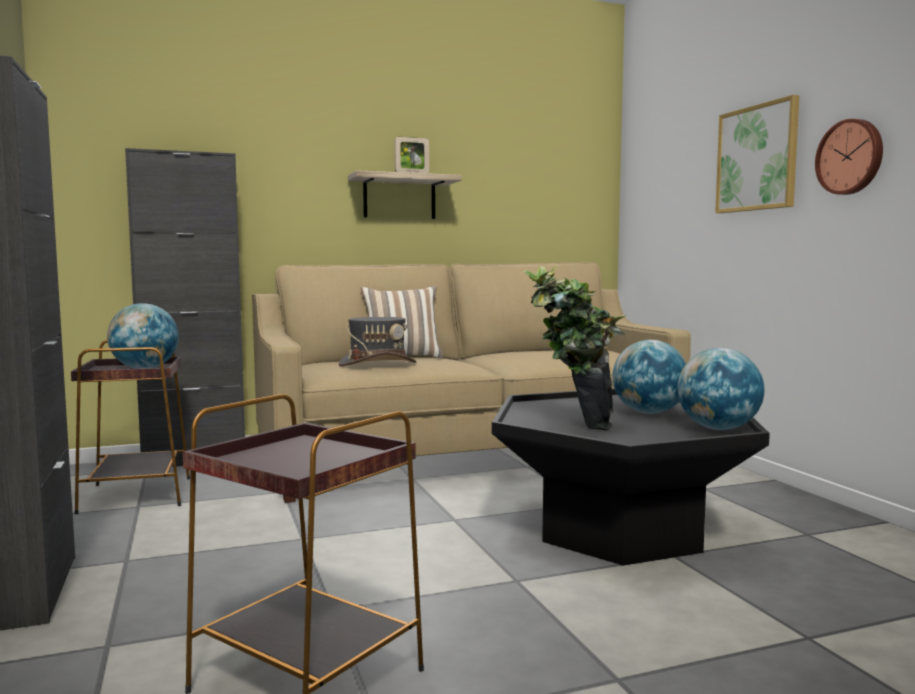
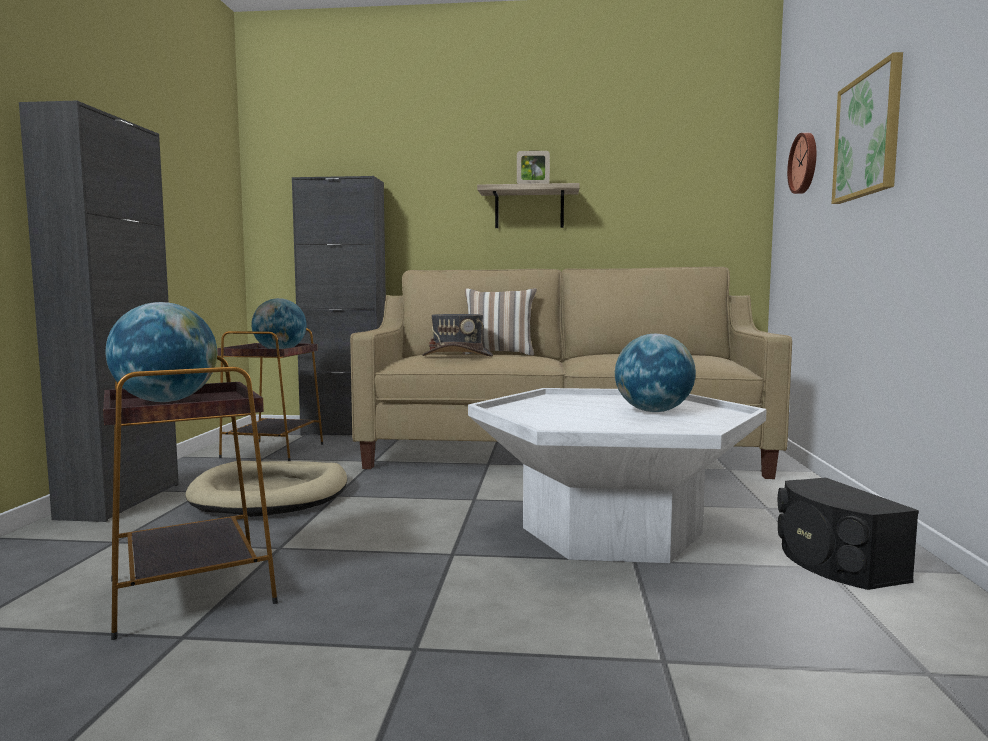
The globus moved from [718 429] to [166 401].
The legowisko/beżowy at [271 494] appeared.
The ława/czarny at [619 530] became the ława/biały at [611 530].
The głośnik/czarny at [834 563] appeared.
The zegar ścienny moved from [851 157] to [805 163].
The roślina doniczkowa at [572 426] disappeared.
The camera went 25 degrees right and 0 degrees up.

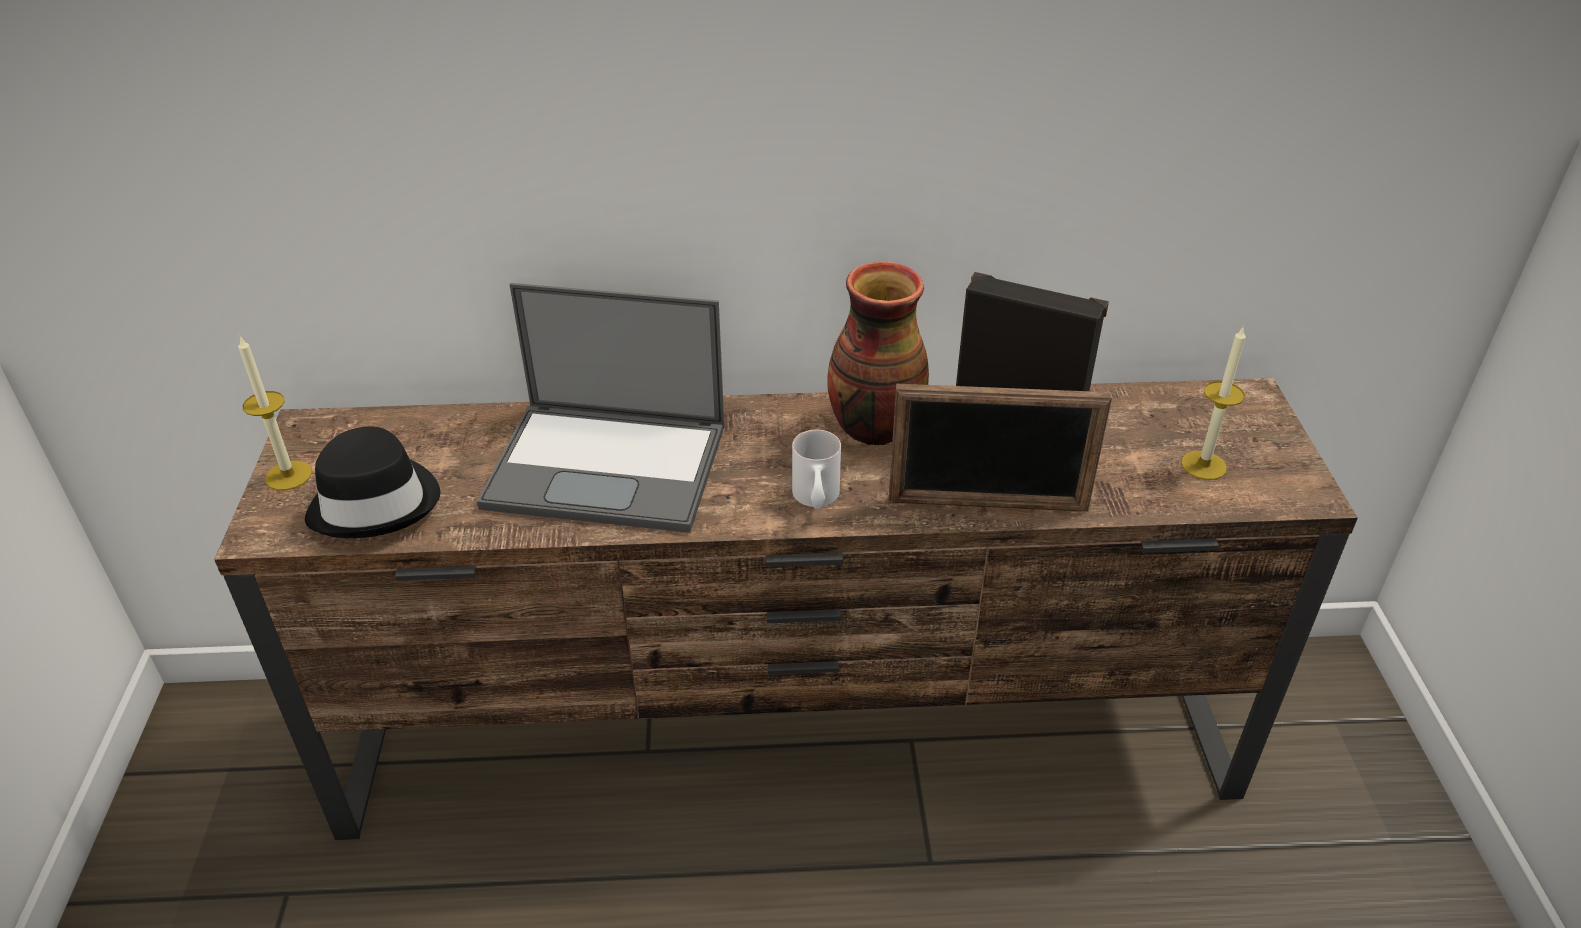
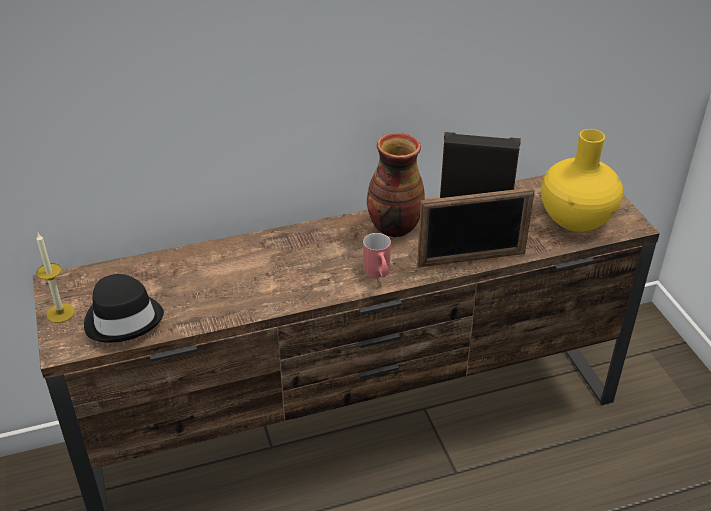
The kubek/biały at [816 500] became the kubek/czerwony at [378 273].
The świeca at [1203 465] was replaced by the wazon/żółty at [575 218].
The laptop at [610 466] disappeared.
The camera went 15 degrees left and 0 degrees up.

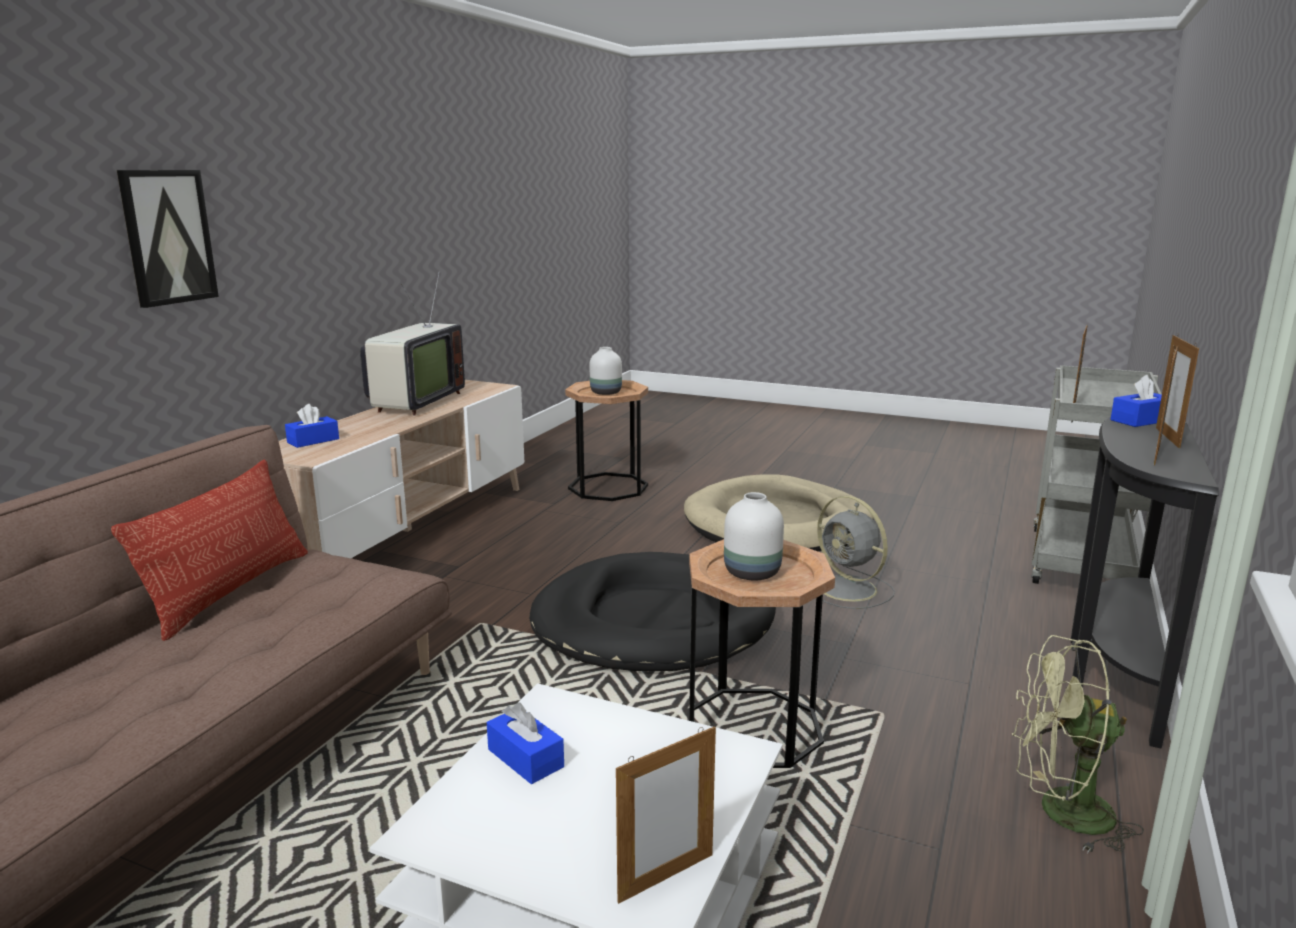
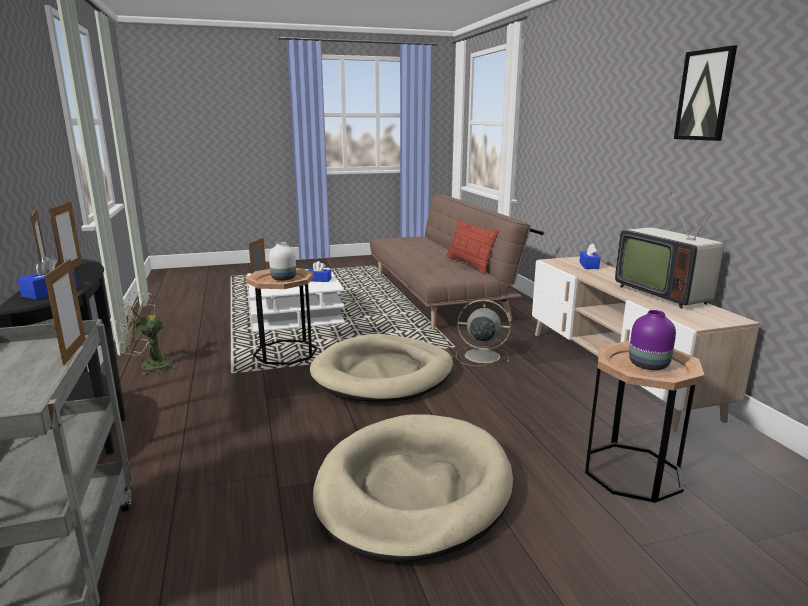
The wentylator/zielony at [1061 813] turned 150 degrees counterclockwise.
The legowisko/czarny at [652 621] became the legowisko/beżowy at [383 374].
The wentylator/szary moved from [849 590] to [480 356].
The wazon/biały at [606 392] became the wazon/fioletowy at [649 365].
The obraz moved from [167 237] to [705 95].
The camera went 140 degrees right and 0 degrees up.

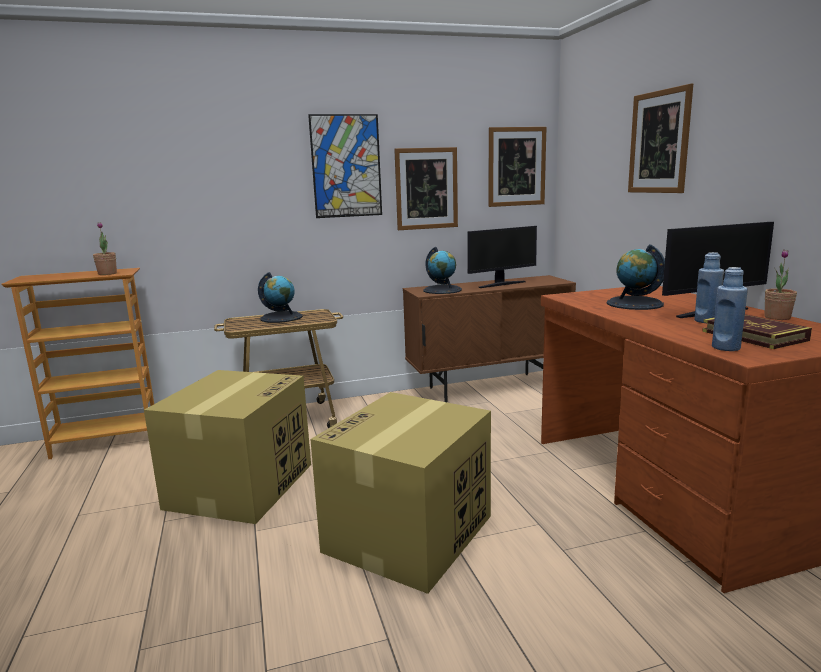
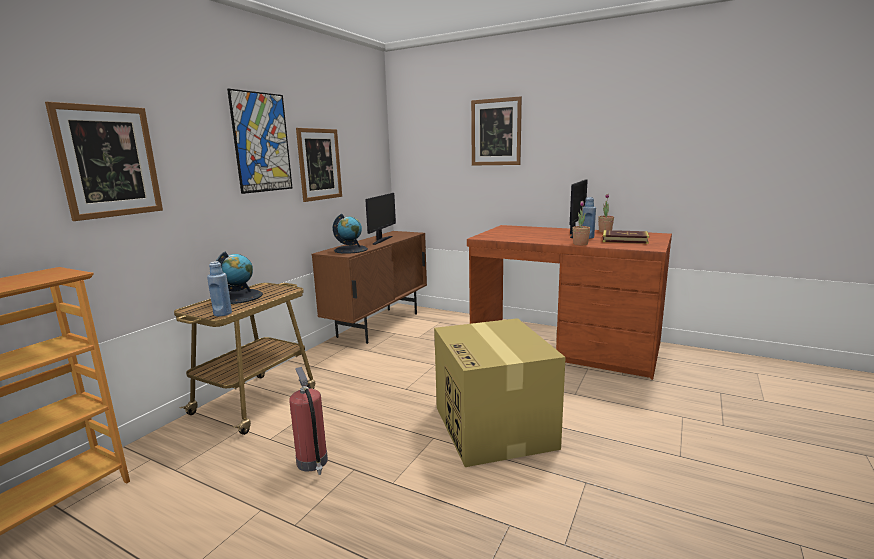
The obraz moved from [516 167] to [109 161].
The butelka/niebieski moved from [725 348] to [222 314].
The karton at [241 485] was replaced by the gaśnica at [312 462].
The roślina doniczkowa moved from [107 274] to [580 244].
The globus at [634 303] disappeared.
The camera went 45 degrees left and 0 degrees up.

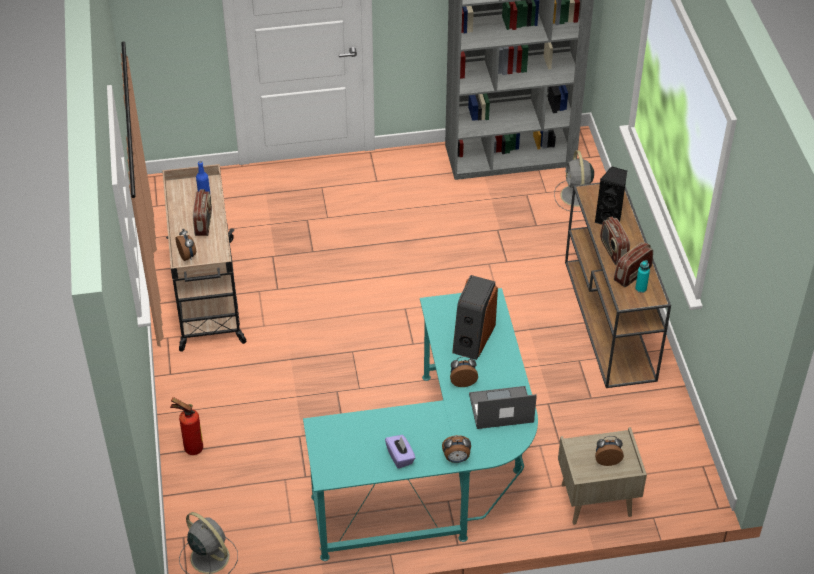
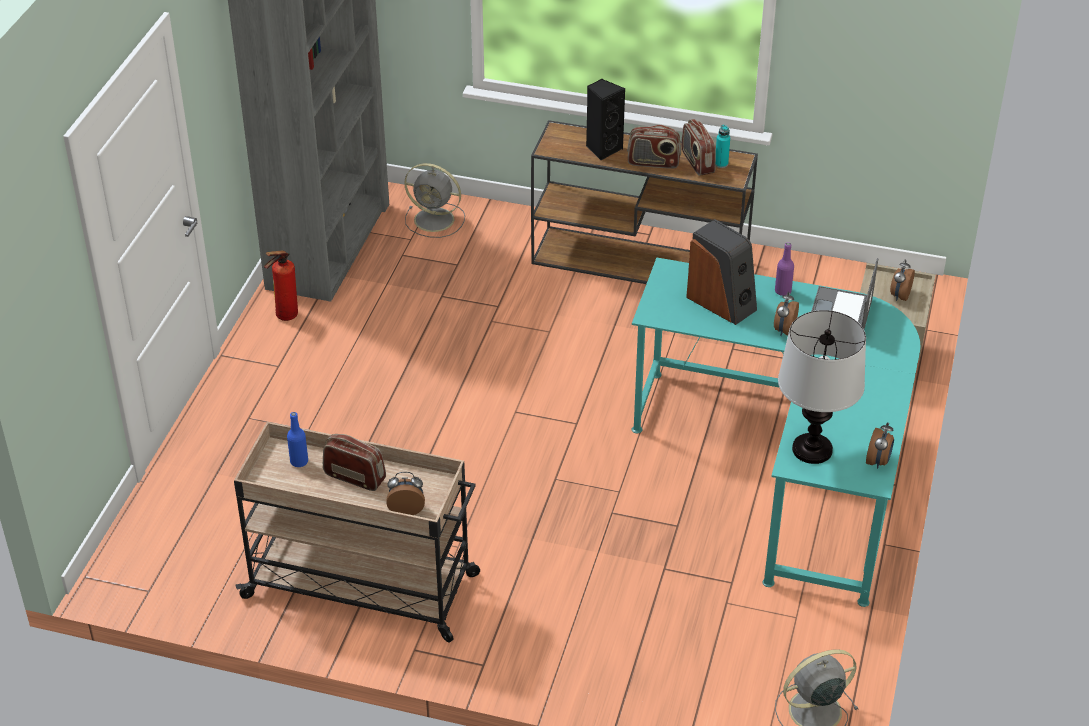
The gaśnica moved from [191 448] to [284 316].
The butelka/fioletowy at [783 291] appeared.
The lampa stołowa at [812 449] appeared.
The budzik moved from [456 459] to [878 461].
The pudełko chusteczek/fioletowy at [400 457] disappeared.
The camera went 65 degrees left and 5 degrees down.

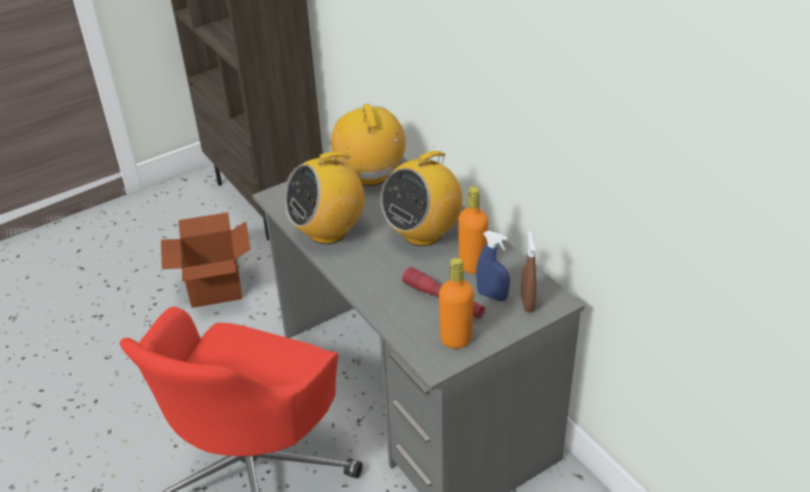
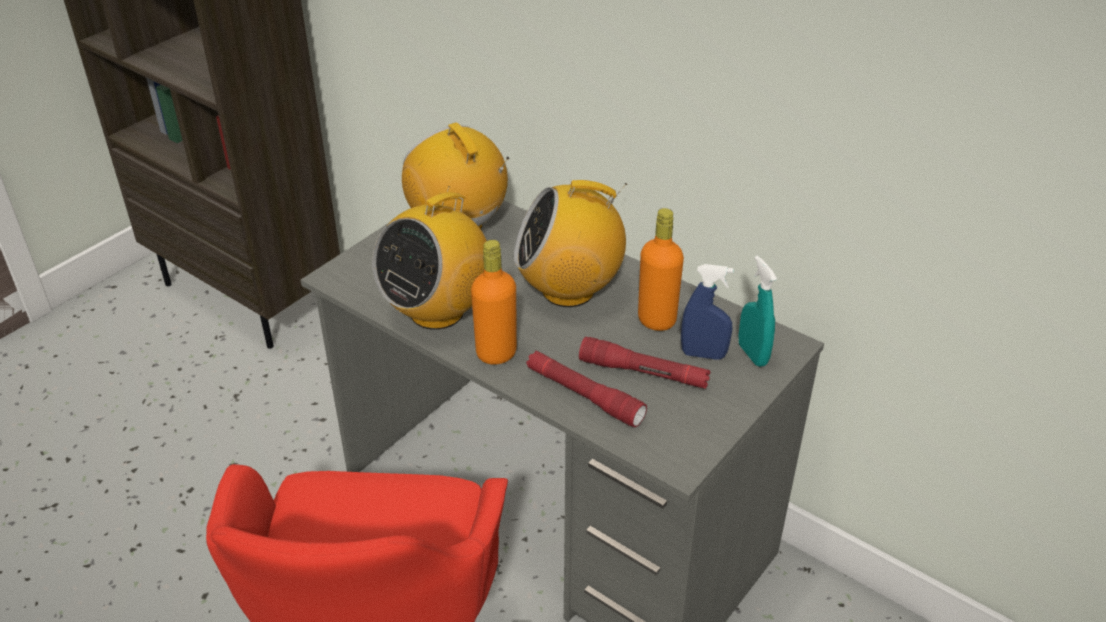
The butelka/pomarańczowy moved from [456 339] to [496 353].
The radio at [422 233] turned 60 degrees clockwise.
The latarka/czerwony at [584 395] appeared.
The spryskiwacz/brązowy at [527 302] became the spryskiwacz/turkusowy at [752 354].
The karton at [215 287] disappeared.
The camera went 20 degrees left and 0 degrees up.

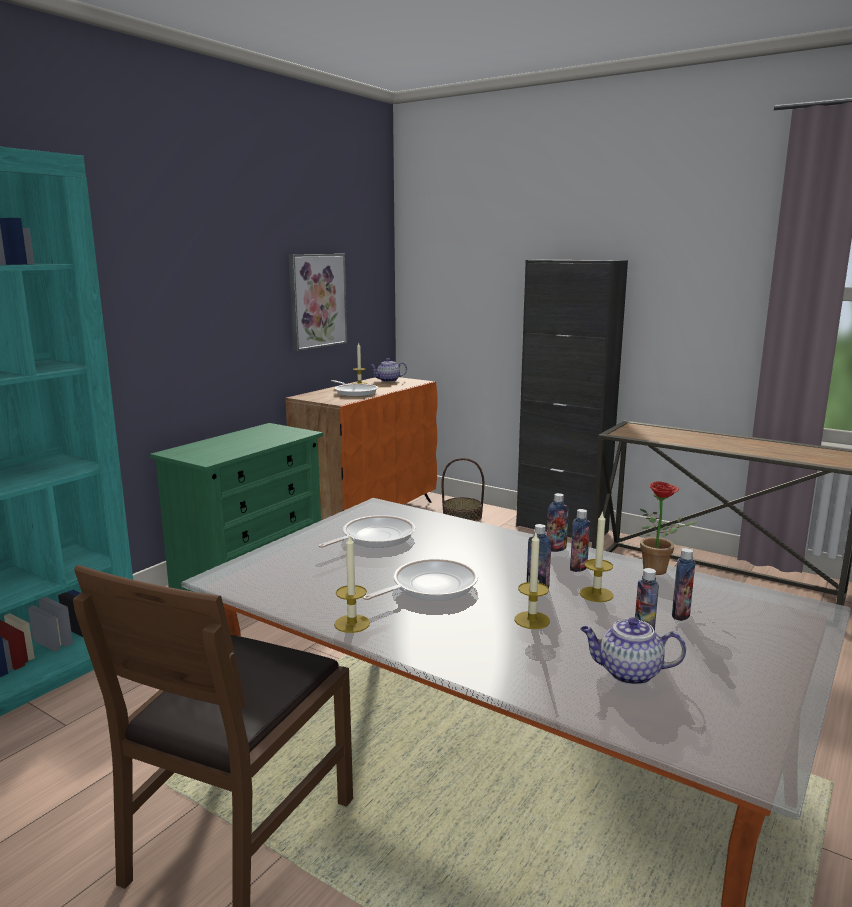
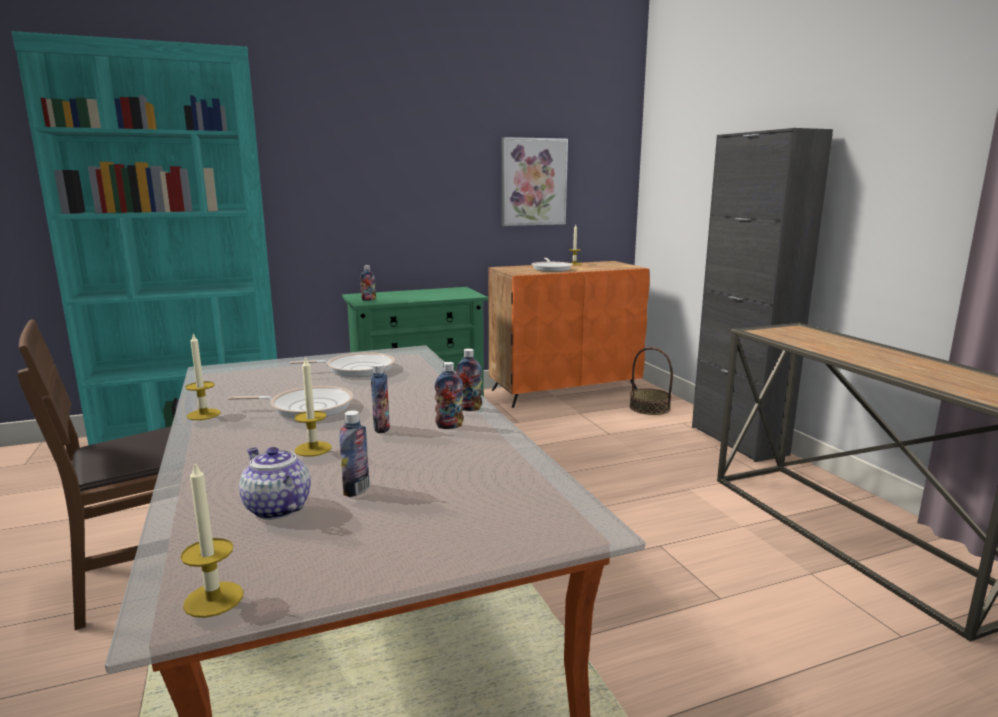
The świeca moved from [596 594] to [213 599].
The butelka moved from [680 615] to [368 300].
The imbryk at [388 380] disappeared.
The roślina doniczkowa at [660 571] disappeared.
The camera went 35 degrees right and 0 degrees up.

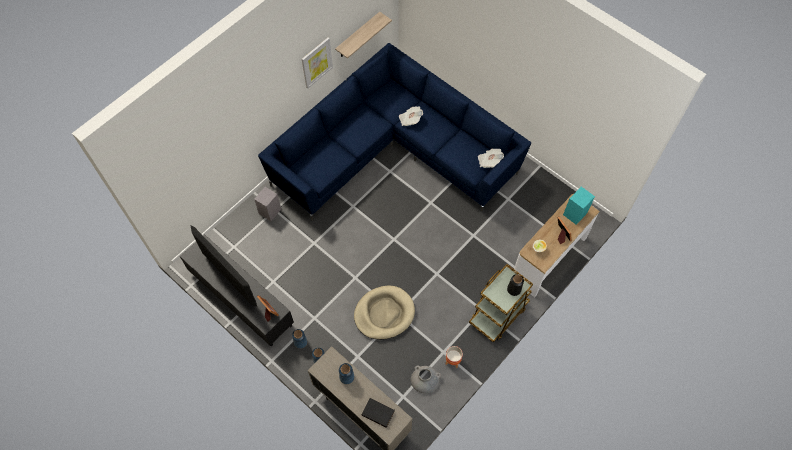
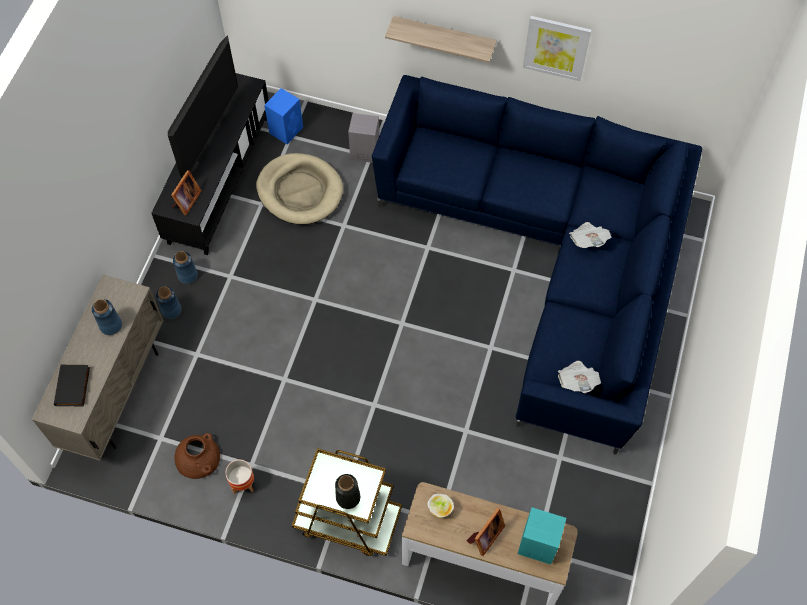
The wazon/szary at [425 379] became the wazon/brązowy at [197 457].
The legowisko/beżowy moved from [384 313] to [300 191].
The głośnik/niebieski at [286 130] appeared.
The półka moved from [358 36] to [444 38].
The camera went 65 degrees right and 0 degrees up.

